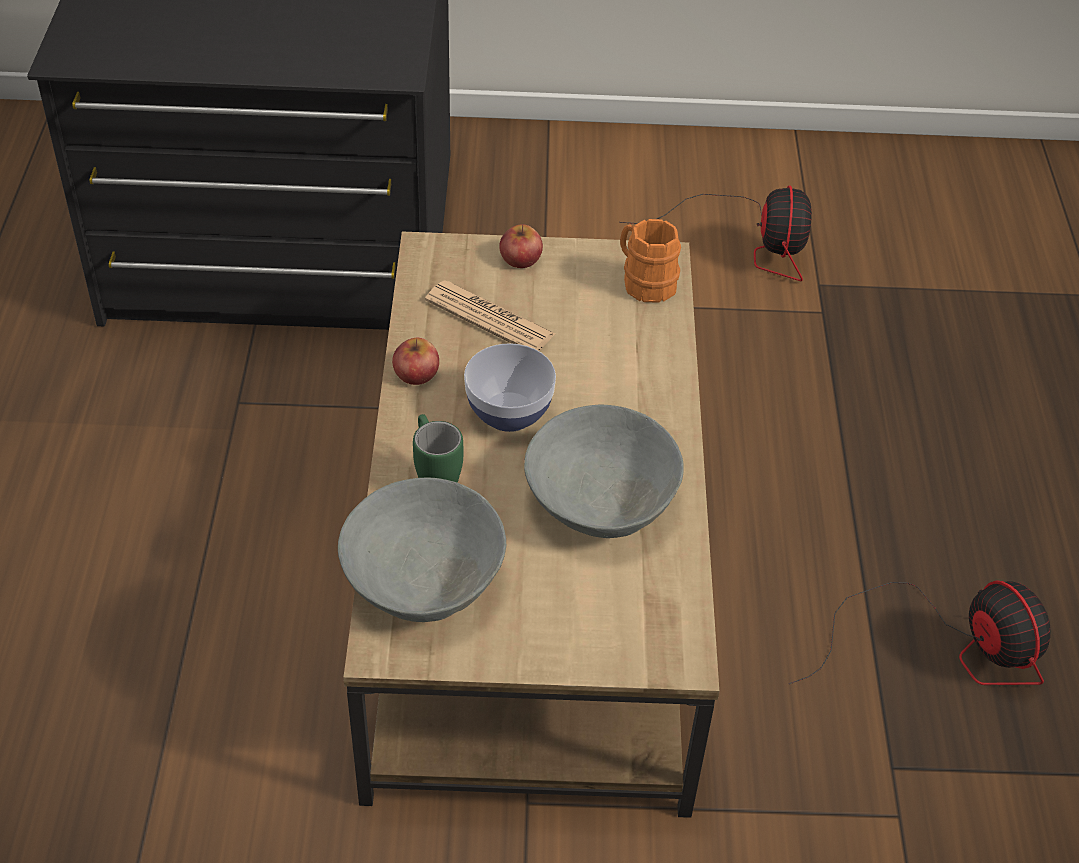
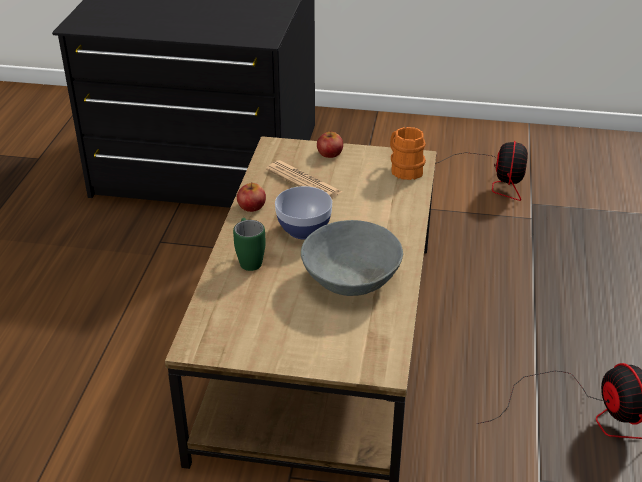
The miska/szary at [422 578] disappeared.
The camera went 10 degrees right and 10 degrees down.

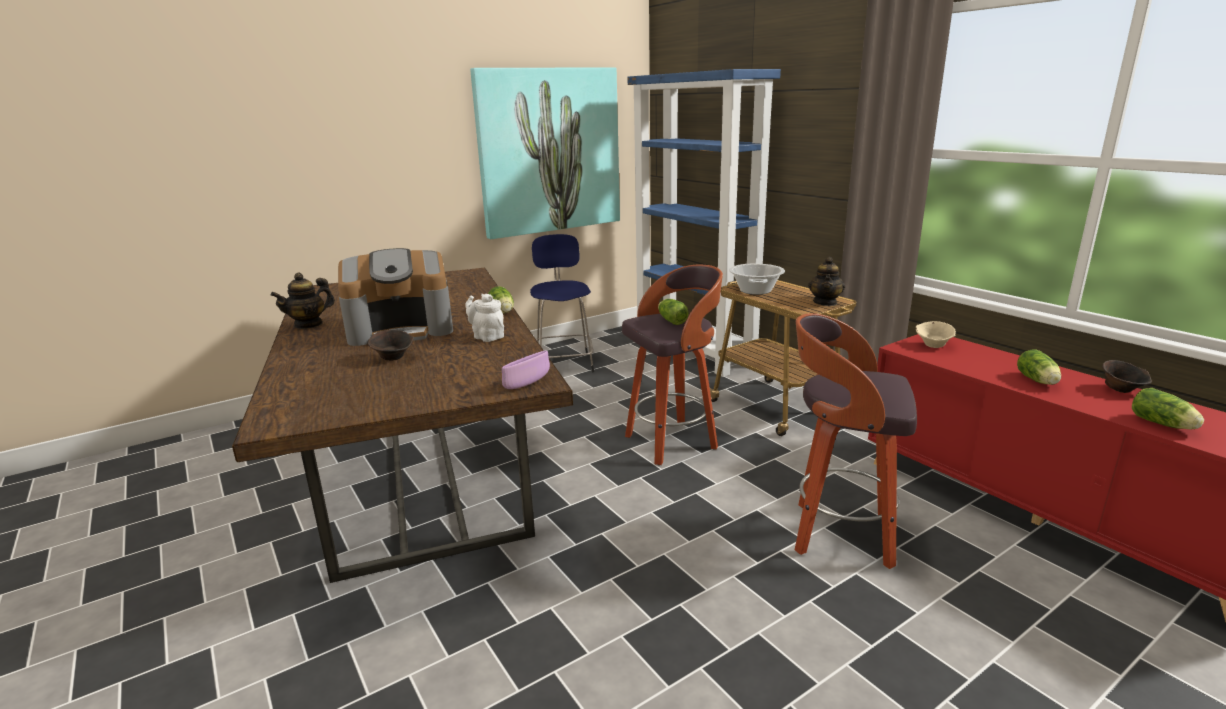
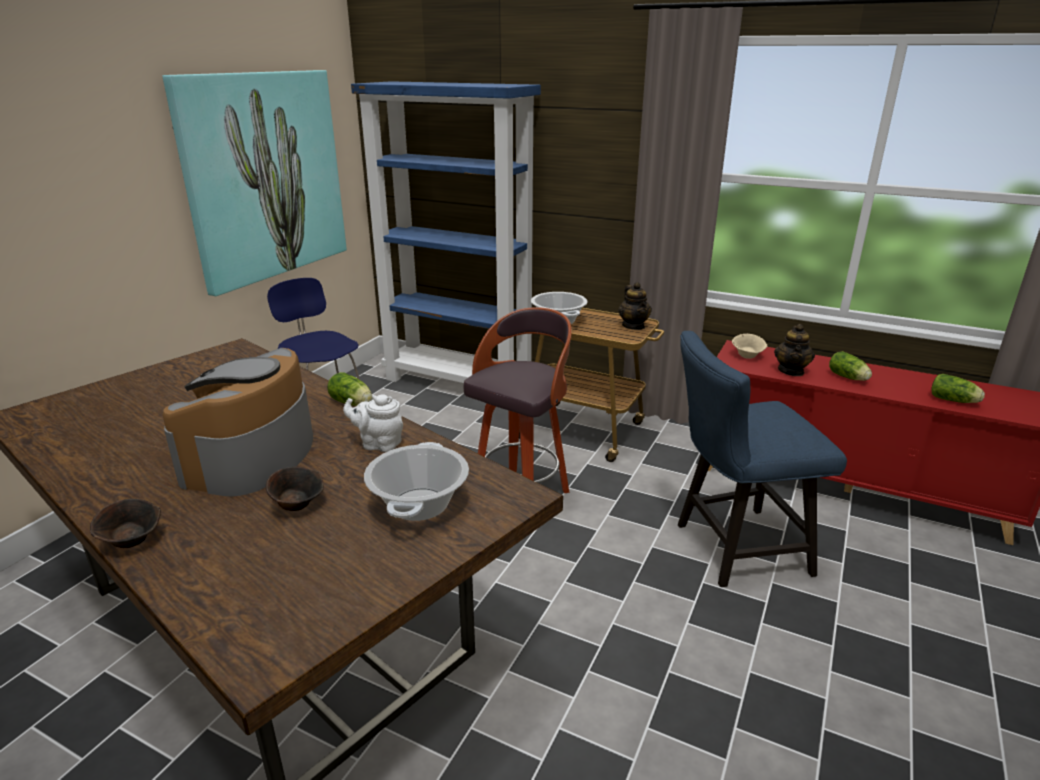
The miska/brązowy moved from [1121 390] to [133 541].
The ekspres do kawy at [402 330] turned 150 degrees clockwise.
The garnek at [420 504] appeared.
The stołek at [839 534] was replaced by the krzesło/niebieski at [732 549].
The imbryk moved from [309 324] to [791 371].
The miska/fioletowy at [527 384] disappeared.
The sałata at [671 320] disappeared.
The camera went 30 degrees left and 5 degrees up.

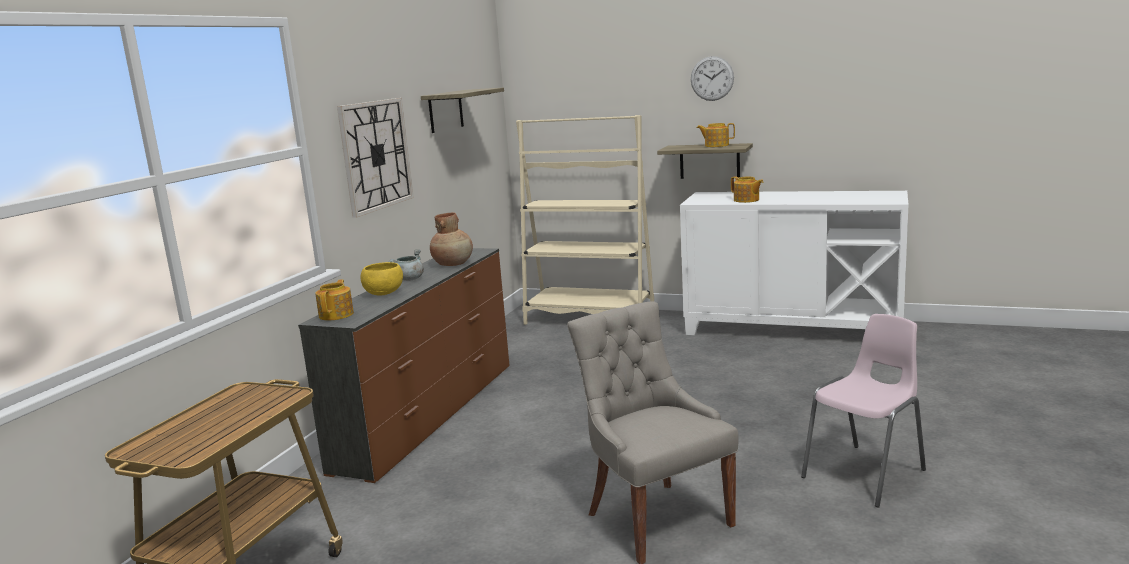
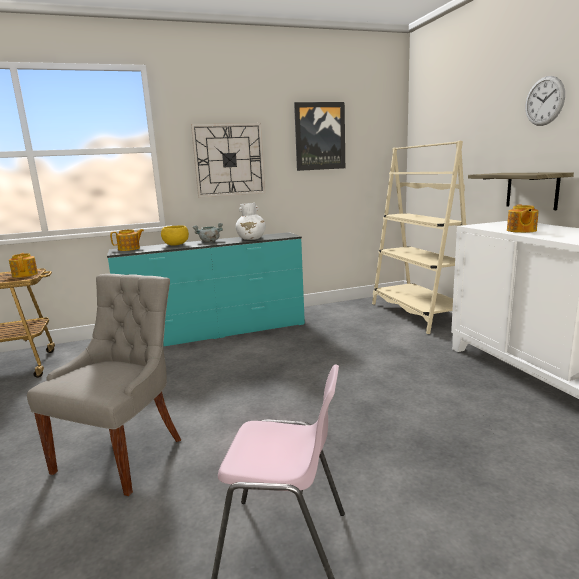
The imbryk moved from [716 145] to [25 274].
The komoda/brązowy at [430 414] became the komoda/turkusowy at [216 332].
The wazon/brązowy at [453 264] became the wazon/biały at [251 239].
The półka at [445 111] was replaced by the obraz at [319 136].
The camera went 50 degrees right and 0 degrees up.

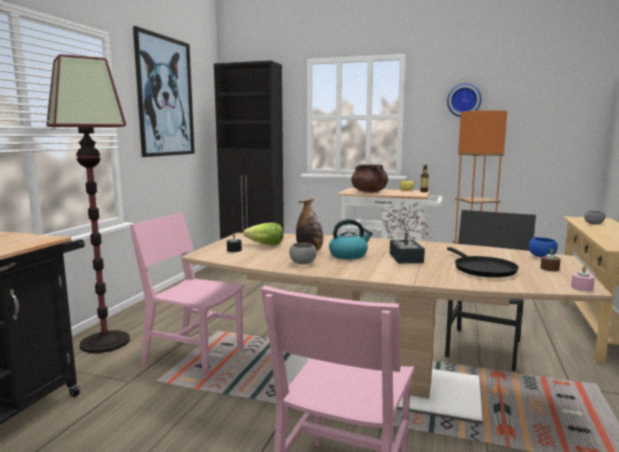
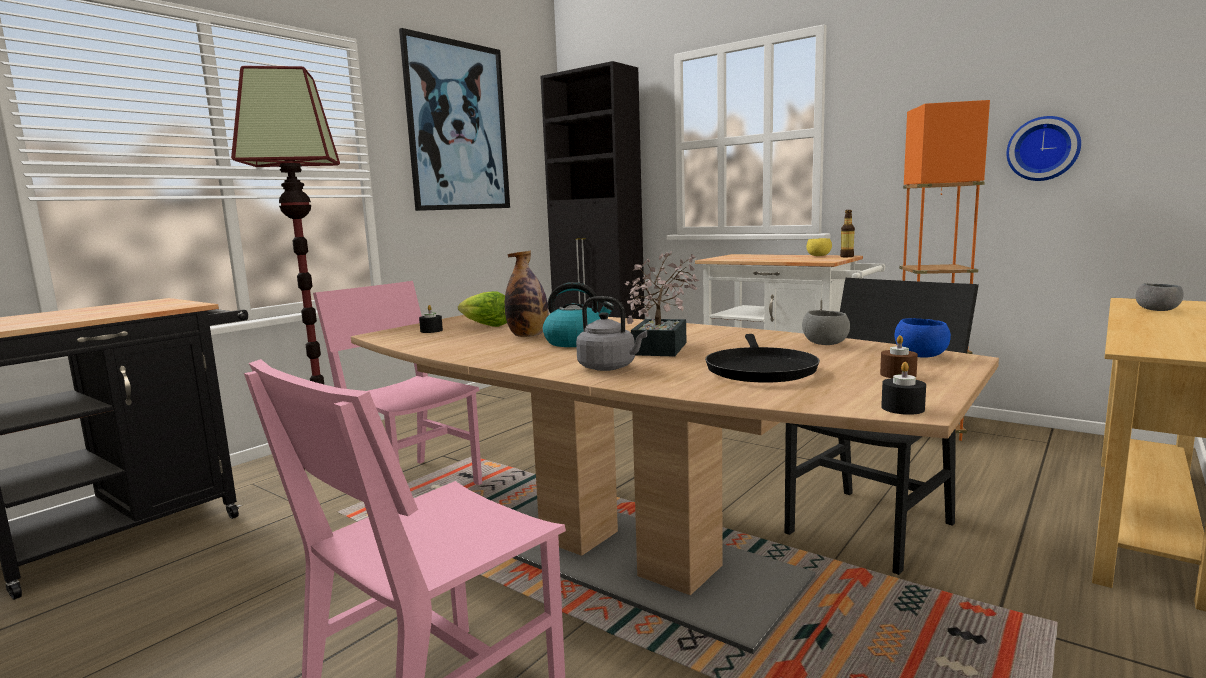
The czajnik/szary at [609 367] appeared.
The miska/szary moved from [303 263] to [825 344].
The świeca/różowy at [581 288] became the świeca/czarny at [902 408].
The zegar ścienny moved from [464 100] to [1043 149].
The garnek/brązowy at [369 192] disappeared.
The camera went 20 degrees right and 0 degrees up.

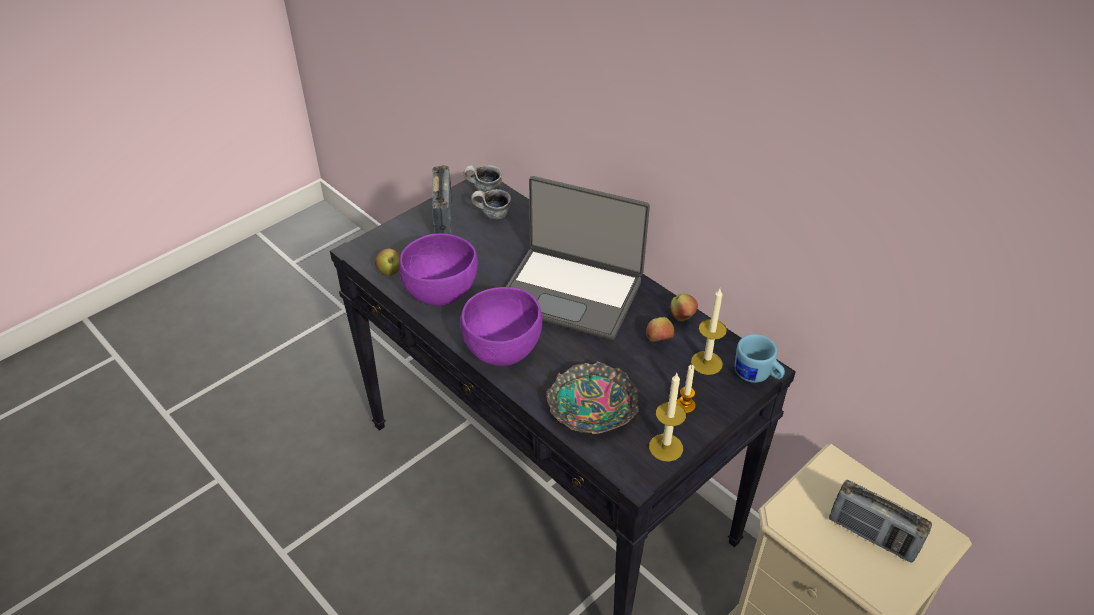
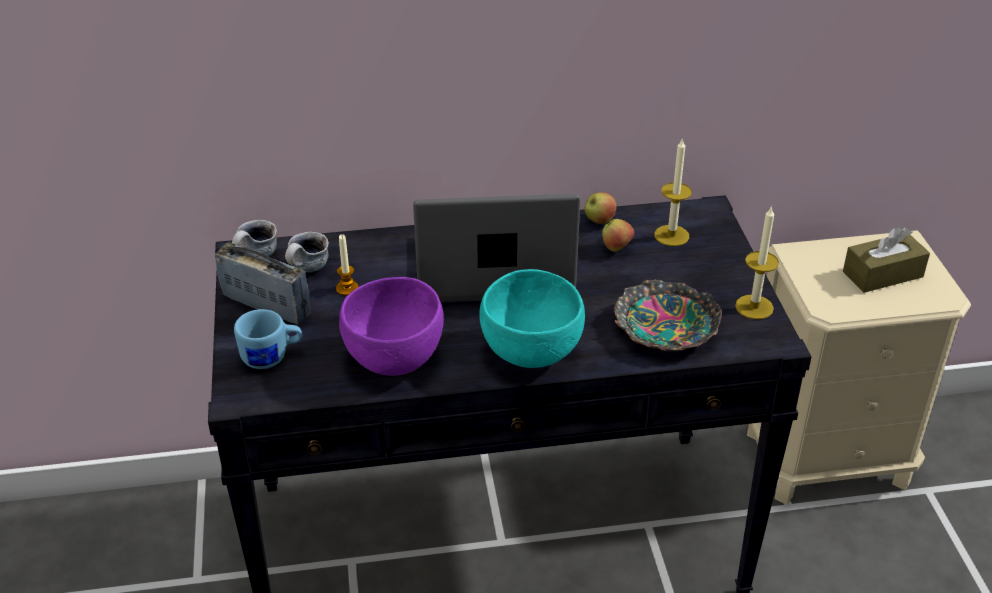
The kubek/niebieski moved from [757 376] to [272 357].
The świeca moved from [685 405] to [347 288].
The laptop at [571 292] turned 150 degrees counterclockwise.
The miska/fioletowy at [502 350] became the miska/turkusowy at [530 353].
The radio at [872 535] was replaced by the pudełko chusteczek/brązowy at [882 274].
The jabłko at [390 272] disappeared.
The camera went 55 degrees left and 5 degrees down.

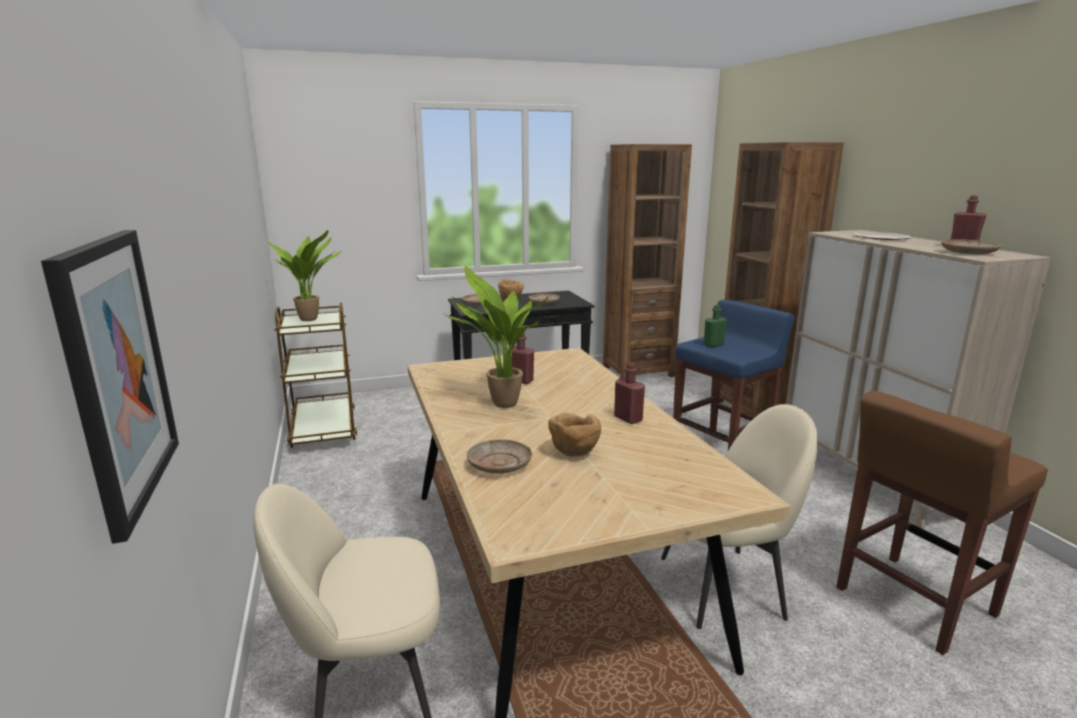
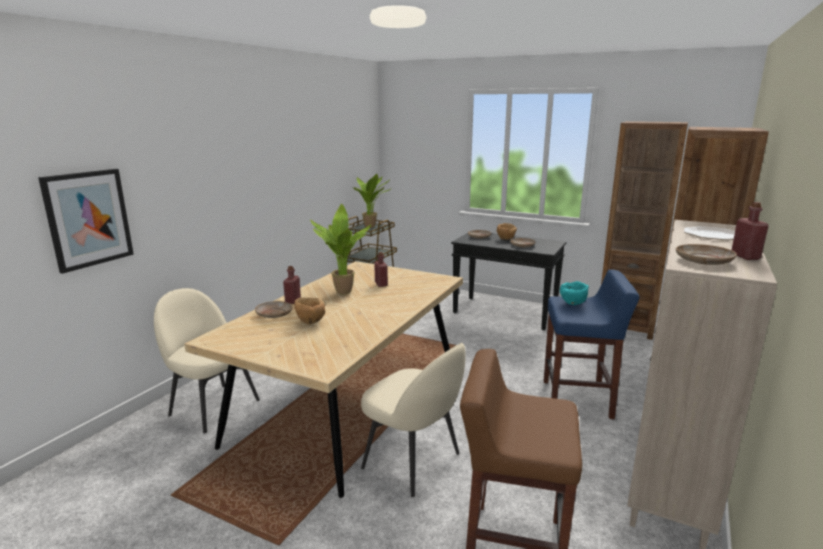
The butelka/czerwony moved from [628 418] to [293 301].
The butelka/zielony at [713 345] was replaced by the miska/turkusowy at [572 304].
The camera went 45 degrees right and 0 degrees up.

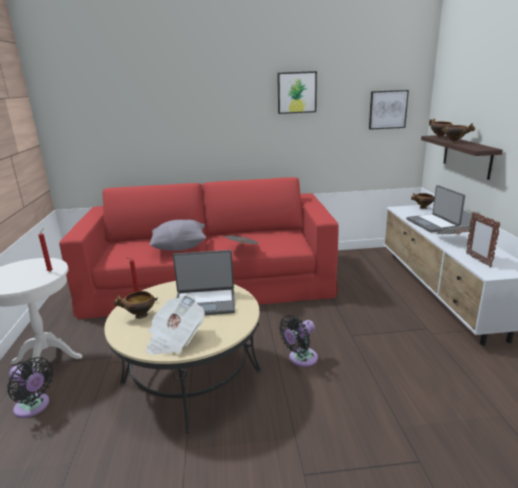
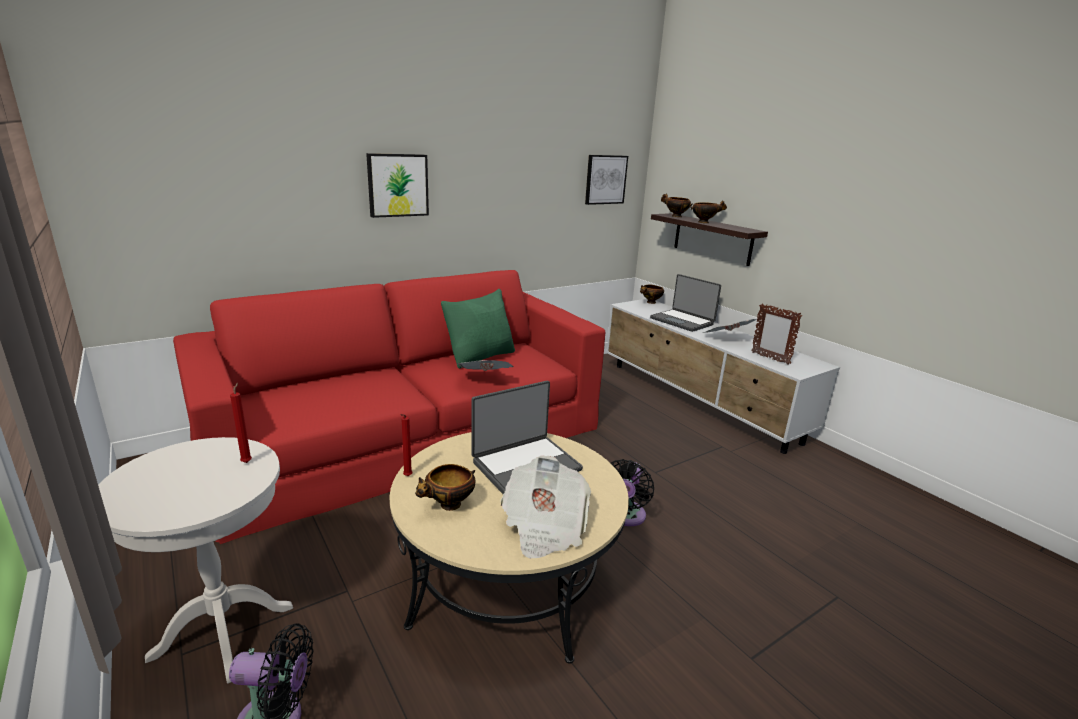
The obraz moved from [296 92] to [397 185].
The poduszka/zielony at [480 357] appeared.
The poduszka/szary at [180 247] disappeared.
The camera went 30 degrees left and 0 degrees up.

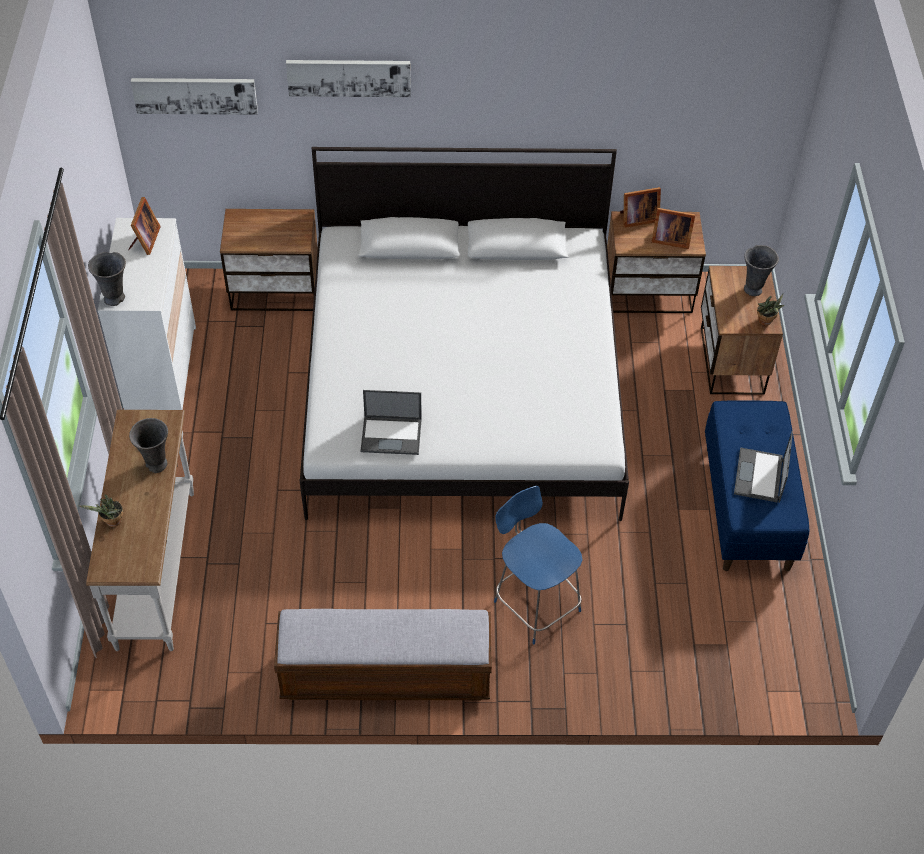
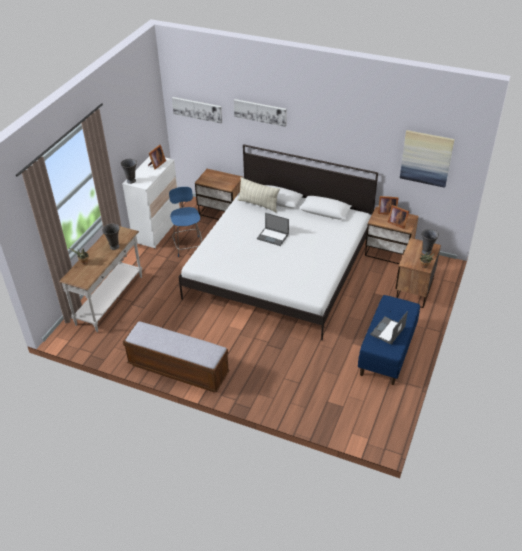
The krzesło/niebieski moved from [535 604] to [188 245].
The poduszka at [258 204] appeared.
The laptop moved from [392 435] to [273 236].
The obraz at [426 158] appeared.
The camera went 25 degrees right and 10 degrees down.

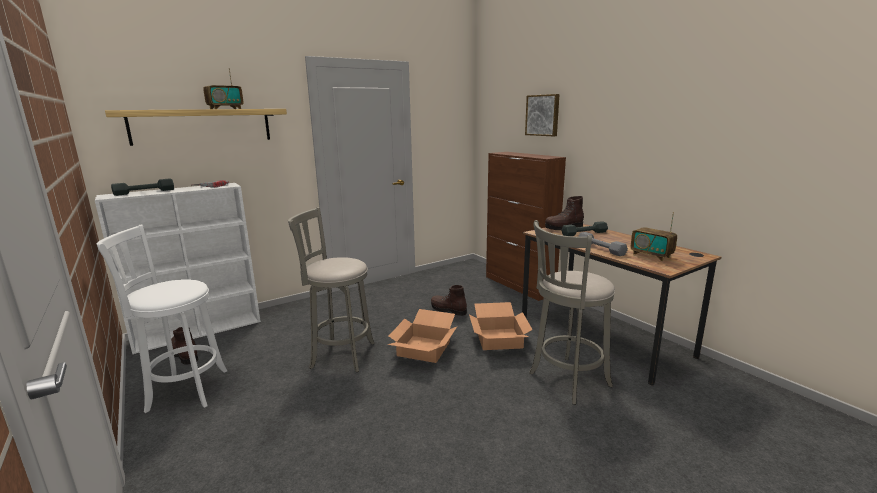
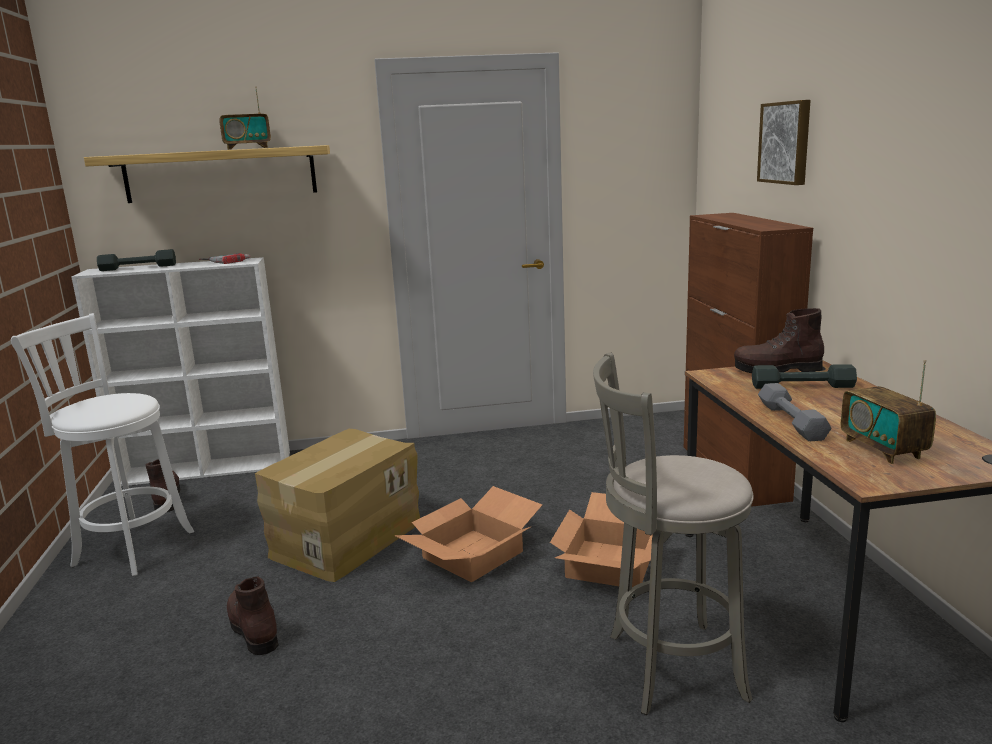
The but z cholewką/brązowy moved from [448 310] to [253 629].
The stołek/szary at [339 355] was replaced by the karton at [345 538].
The camera went 25 degrees right and 0 degrees up.

